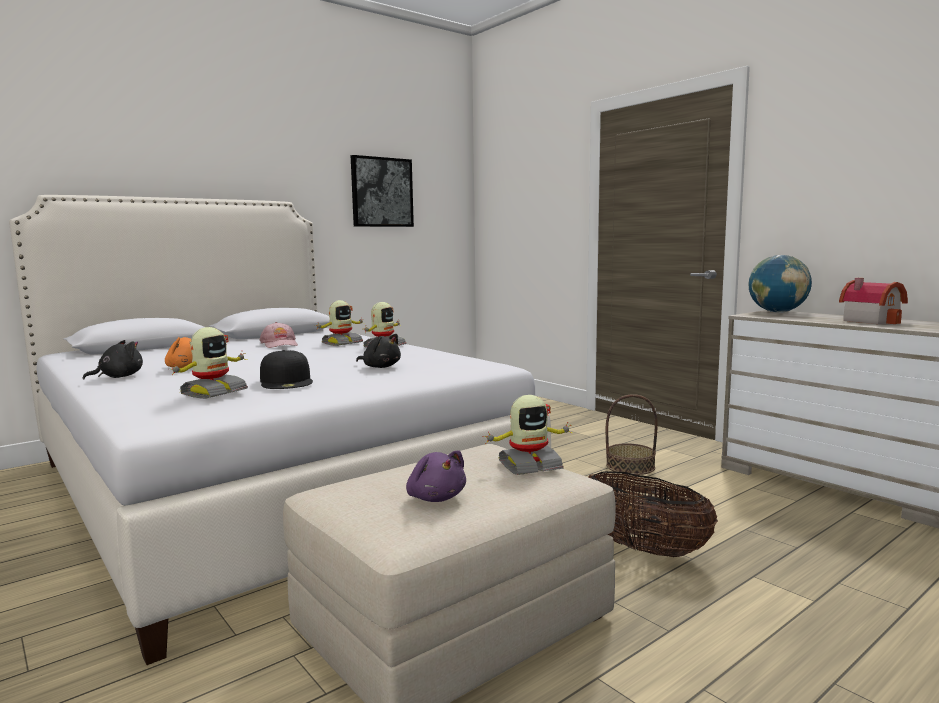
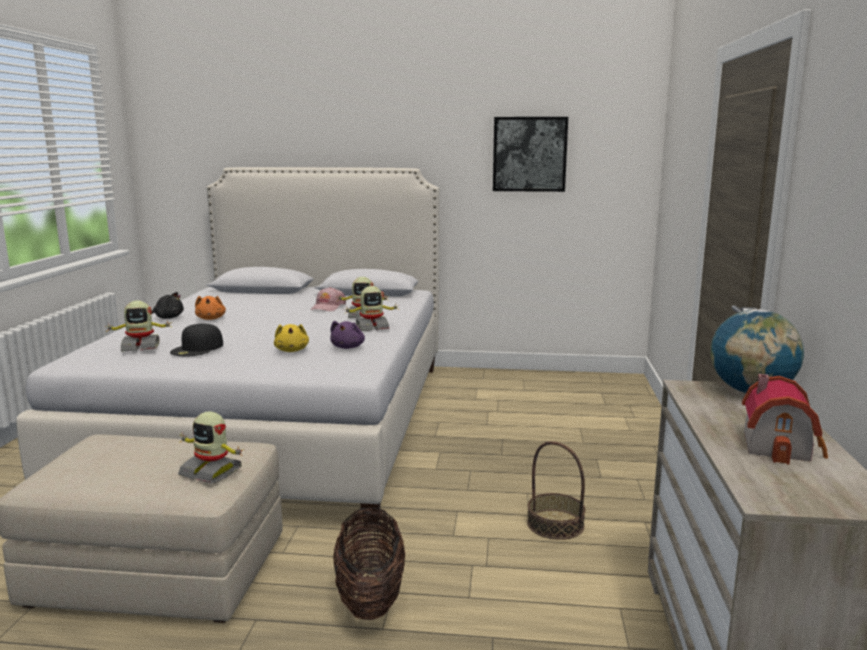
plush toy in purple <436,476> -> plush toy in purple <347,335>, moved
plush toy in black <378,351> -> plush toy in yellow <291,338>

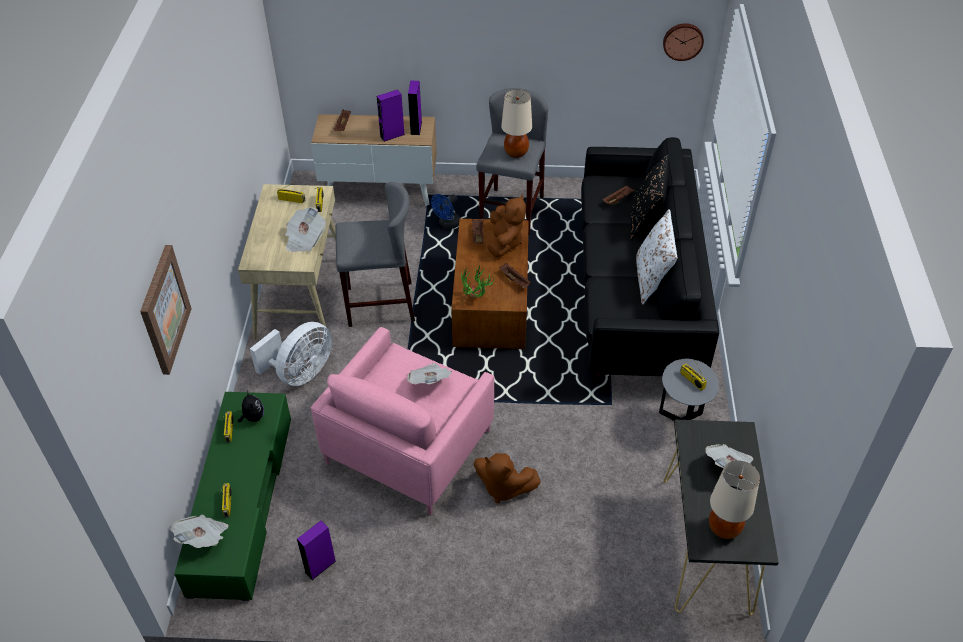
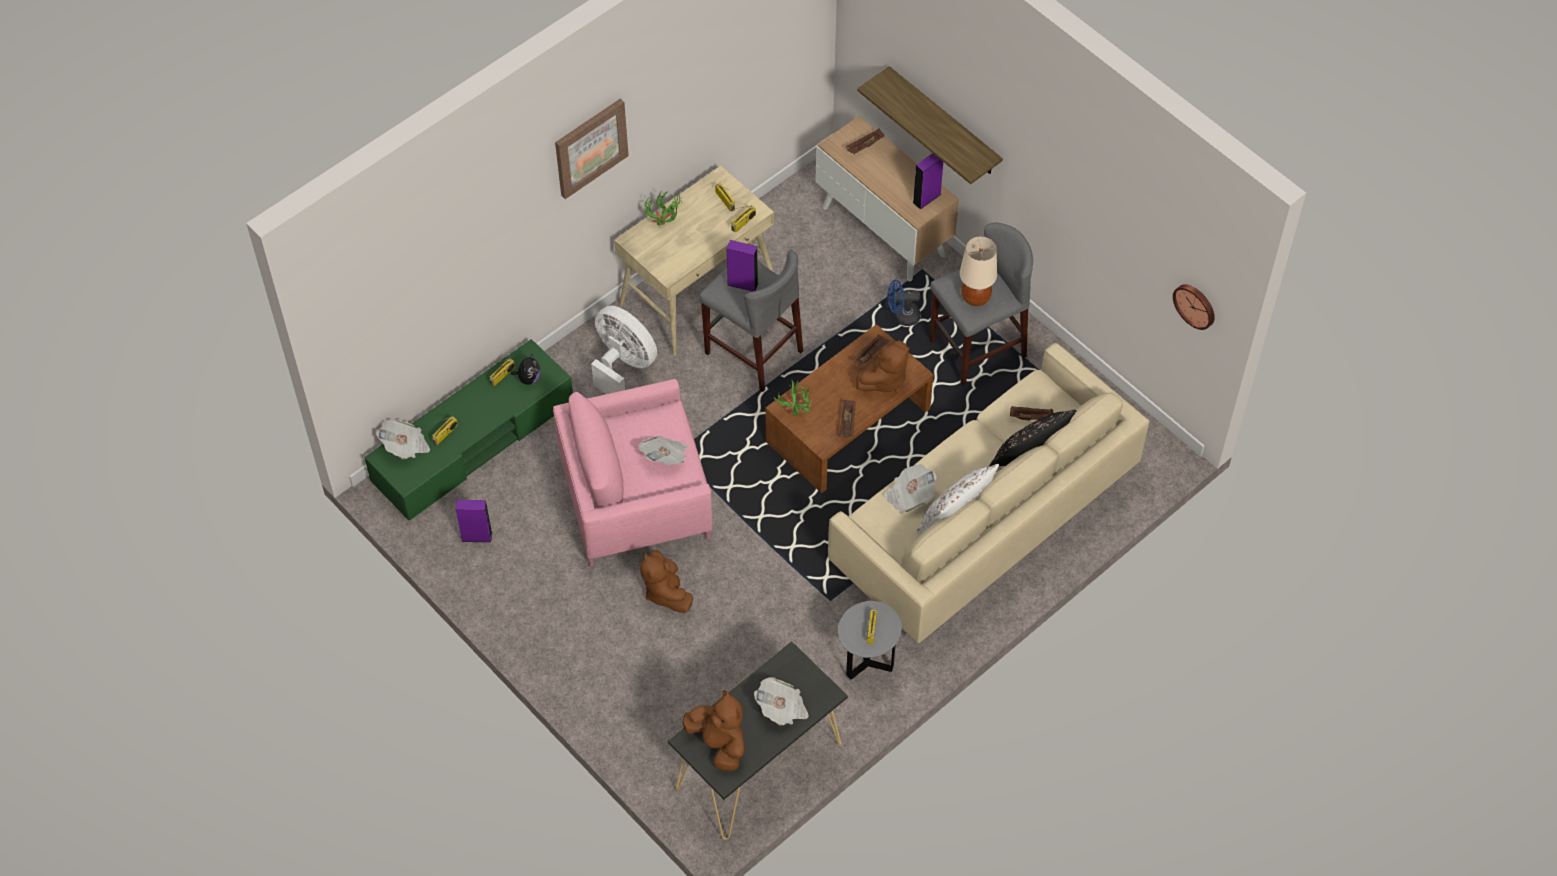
none -> potted plant <663,208>
none -> shelf <930,125>
picture <166,310> -> picture <592,149>, moved
newspaper <305,229> -> newspaper <910,489>, moved
speaker in purple <391,116> -> speaker in purple <742,266>, moved
table lamp in beige <734,499> -> plush toy in brown <713,730>
sofa in black <650,256> -> sofa in beige <988,493>
fan in white <291,354> -> fan in white <624,349>, 135 degrees counterclockwise

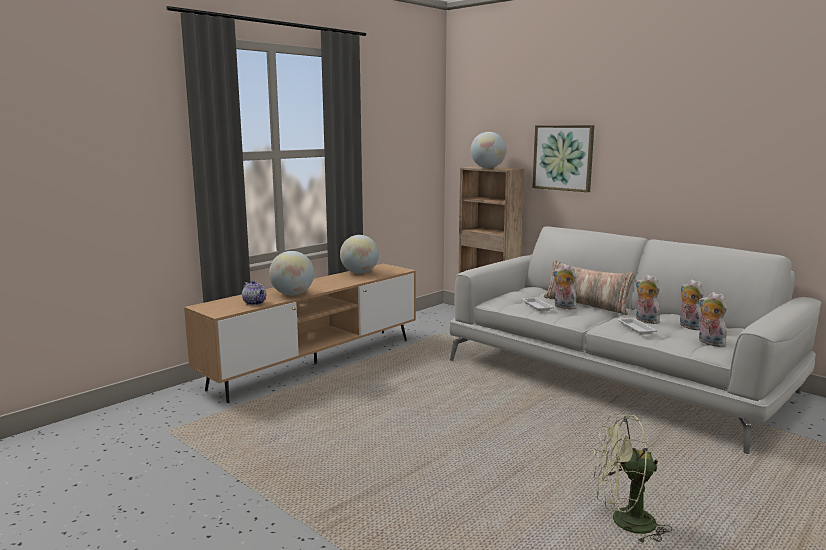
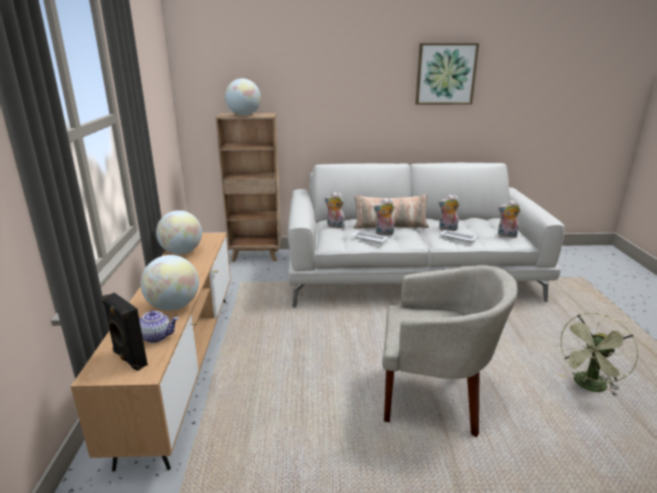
none -> speaker in black <125,331>
none -> armchair in beige <449,351>
picture <563,158> -> picture <447,74>, moved
plush toy <691,304> -> plush toy <335,210>, moved

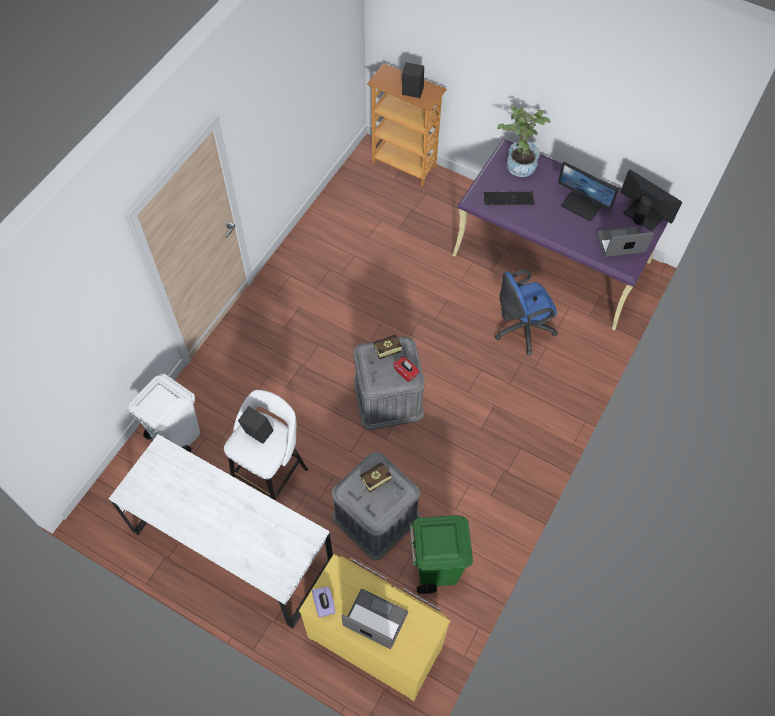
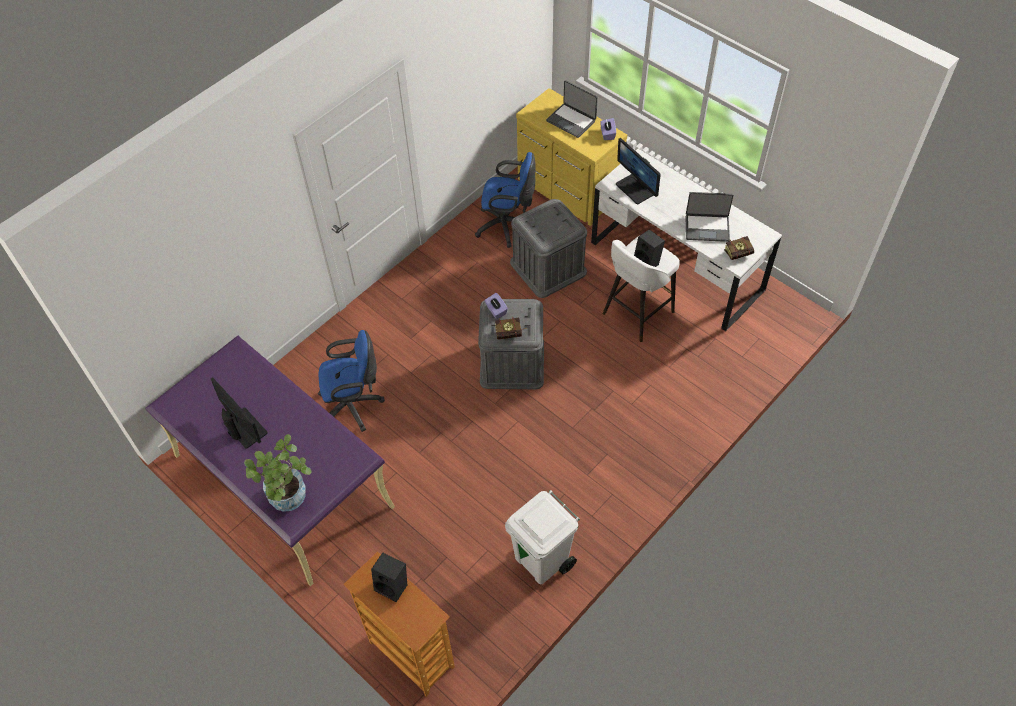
keyboard <509,199> -> none
trash can in white <163,413> -> trash can in white <542,537>, moved
book <375,478> -> book <739,248>, moved
laptop <625,241> -> laptop <710,217>, moved
monitor <651,200> -> monitor <638,171>, moved
trash can in green <441,554> -> office chair in blue <505,200>
tissue box in red <406,369> -> tissue box in purple <496,306>

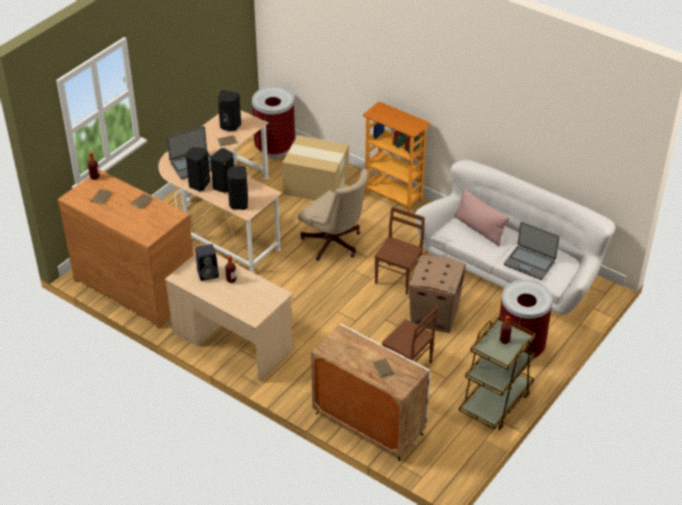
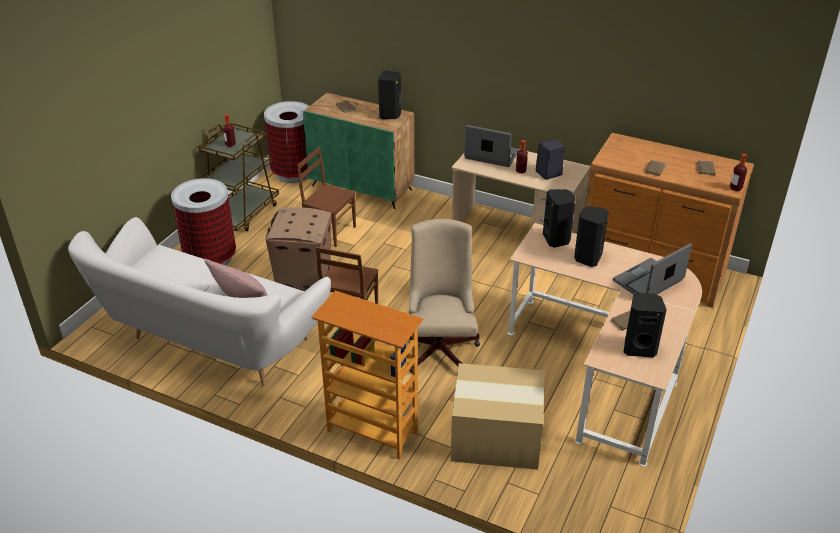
speaker in black <198,169> -> speaker in black <389,94>, moved
trash can <273,122> -> trash can <286,142>, moved
laptop <531,251> -> laptop <491,146>, moved
cabinet in white <370,392> -> cabinet in green <359,151>
office chair in beige <333,215> -> office chair in beige <444,296>, 60 degrees clockwise

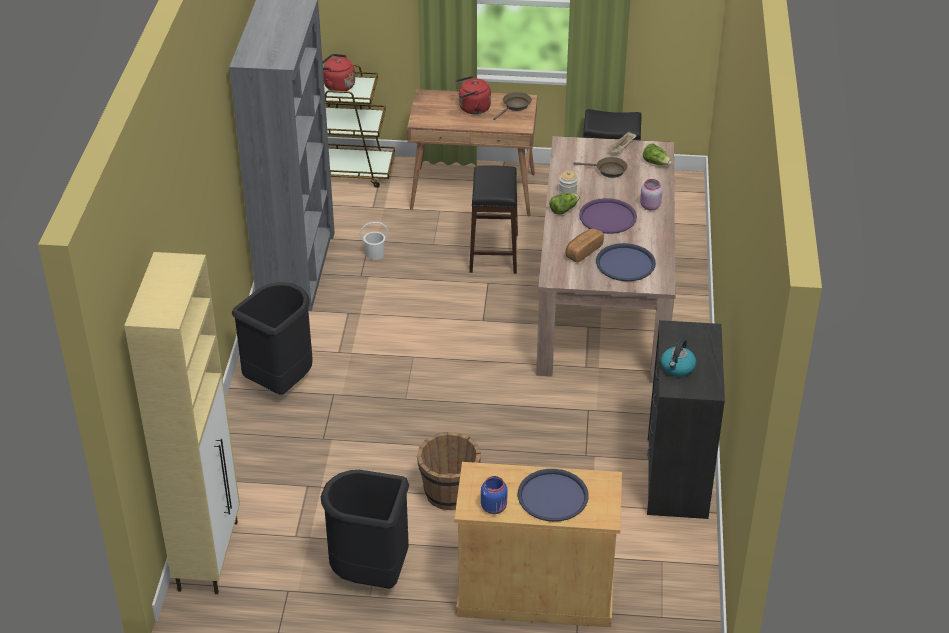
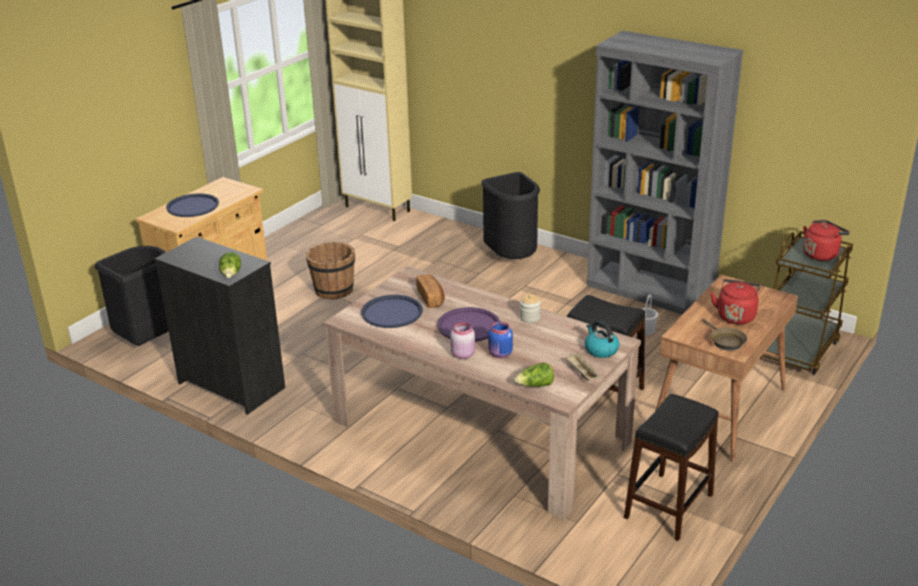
frying pan in brown <601,167> -> none
trash can in black <365,529> -> trash can in black <132,296>, moved
jar in blue <494,495> -> jar in blue <500,340>, moved
lettuce <564,204> -> lettuce <230,265>, moved
kettle <678,358> -> kettle <602,339>, moved

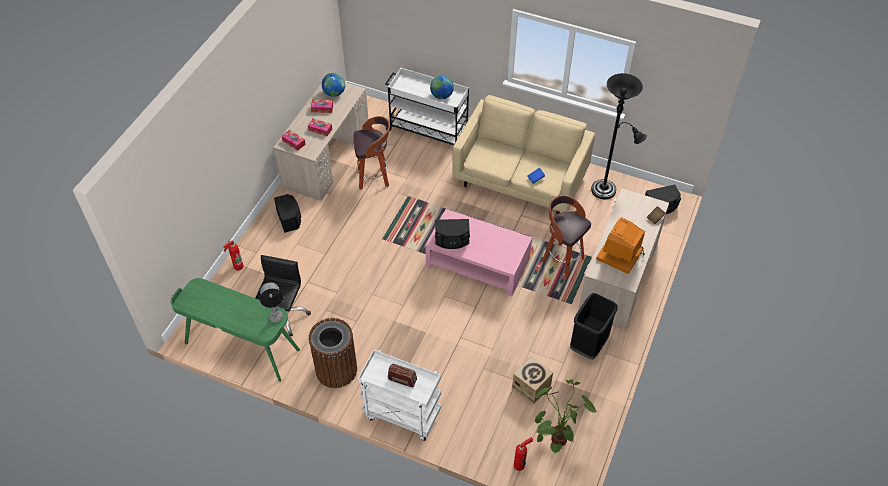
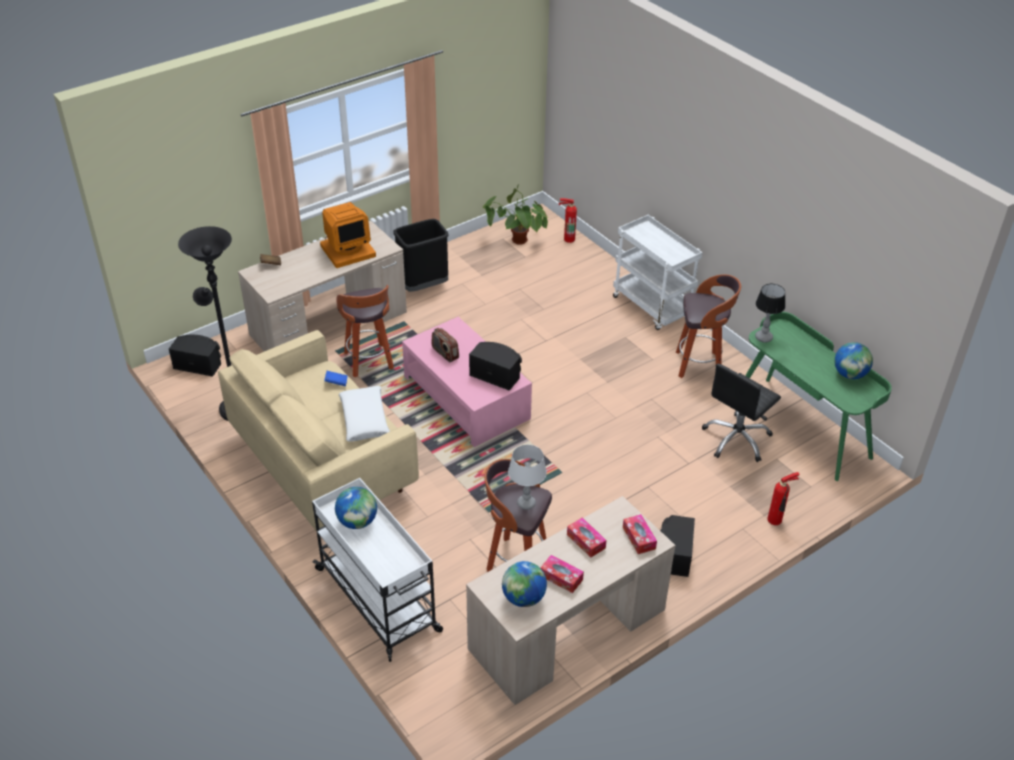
cardboard box <532,380> -> none
none -> pillow in white <364,413>
none -> table lamp in grey <527,477>
none -> globe <853,360>
radio <402,375> -> radio <445,345>, moved
trash can in brown <333,353> -> stool <708,326>

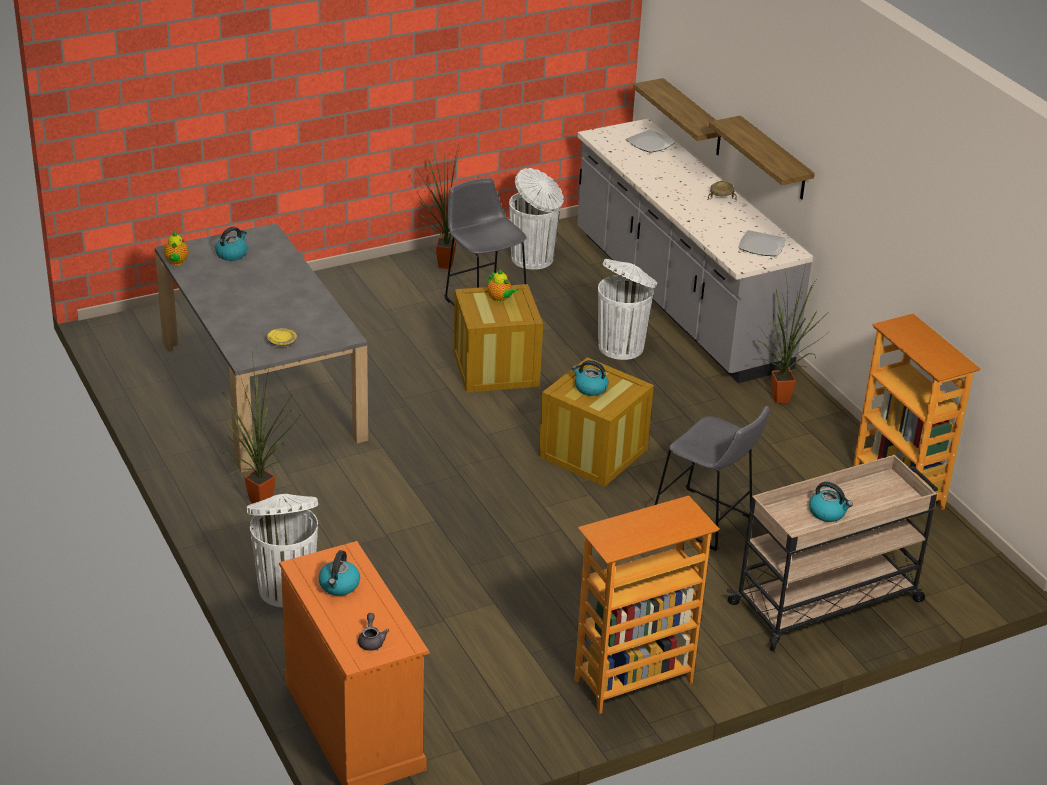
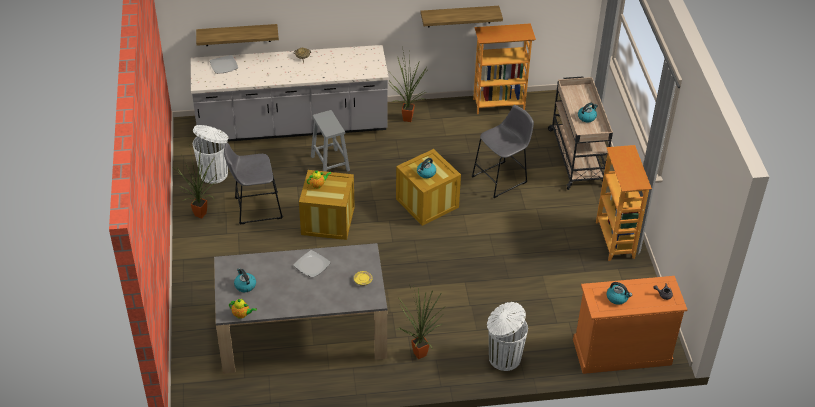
shelf <762,158> -> shelf <462,17>, moved
plate <762,243> -> plate <312,264>, moved
trash can in white <627,309> -> stool in grey <330,141>

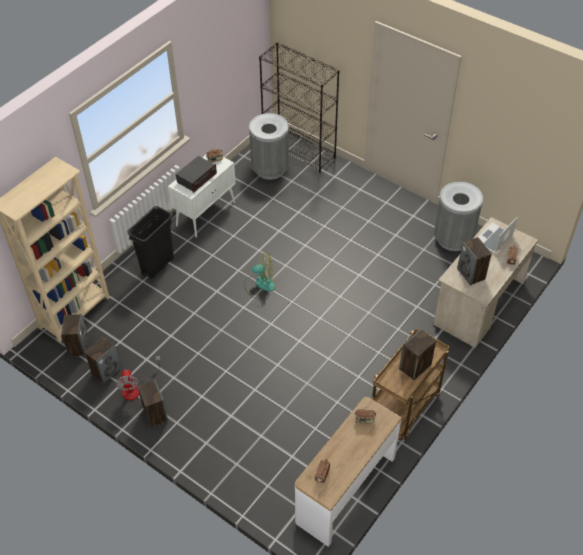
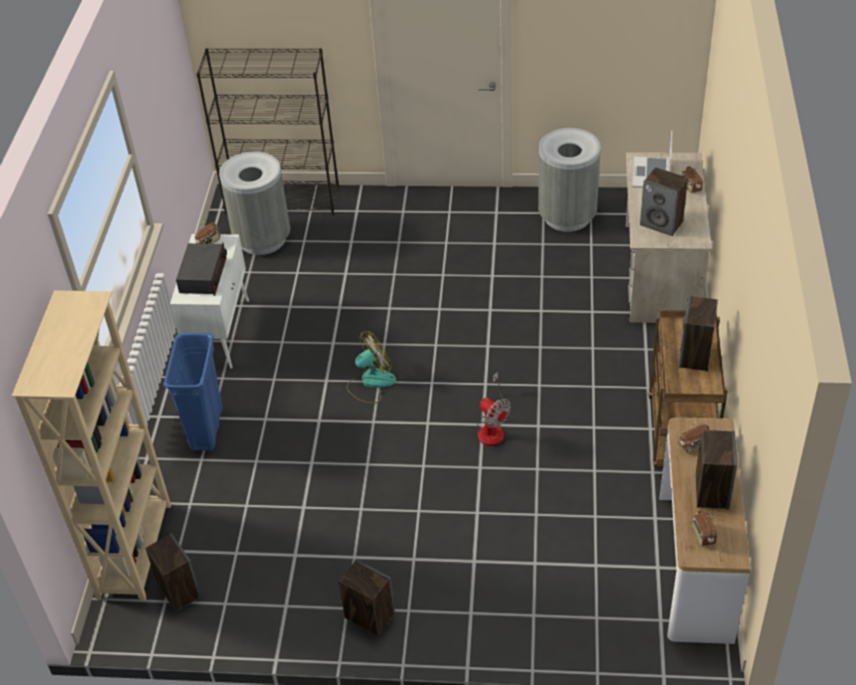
speaker <103,360> -> speaker <716,470>, moved
fan <138,378> -> fan <494,409>, moved
trash can in black <150,242> -> trash can in blue <193,392>

